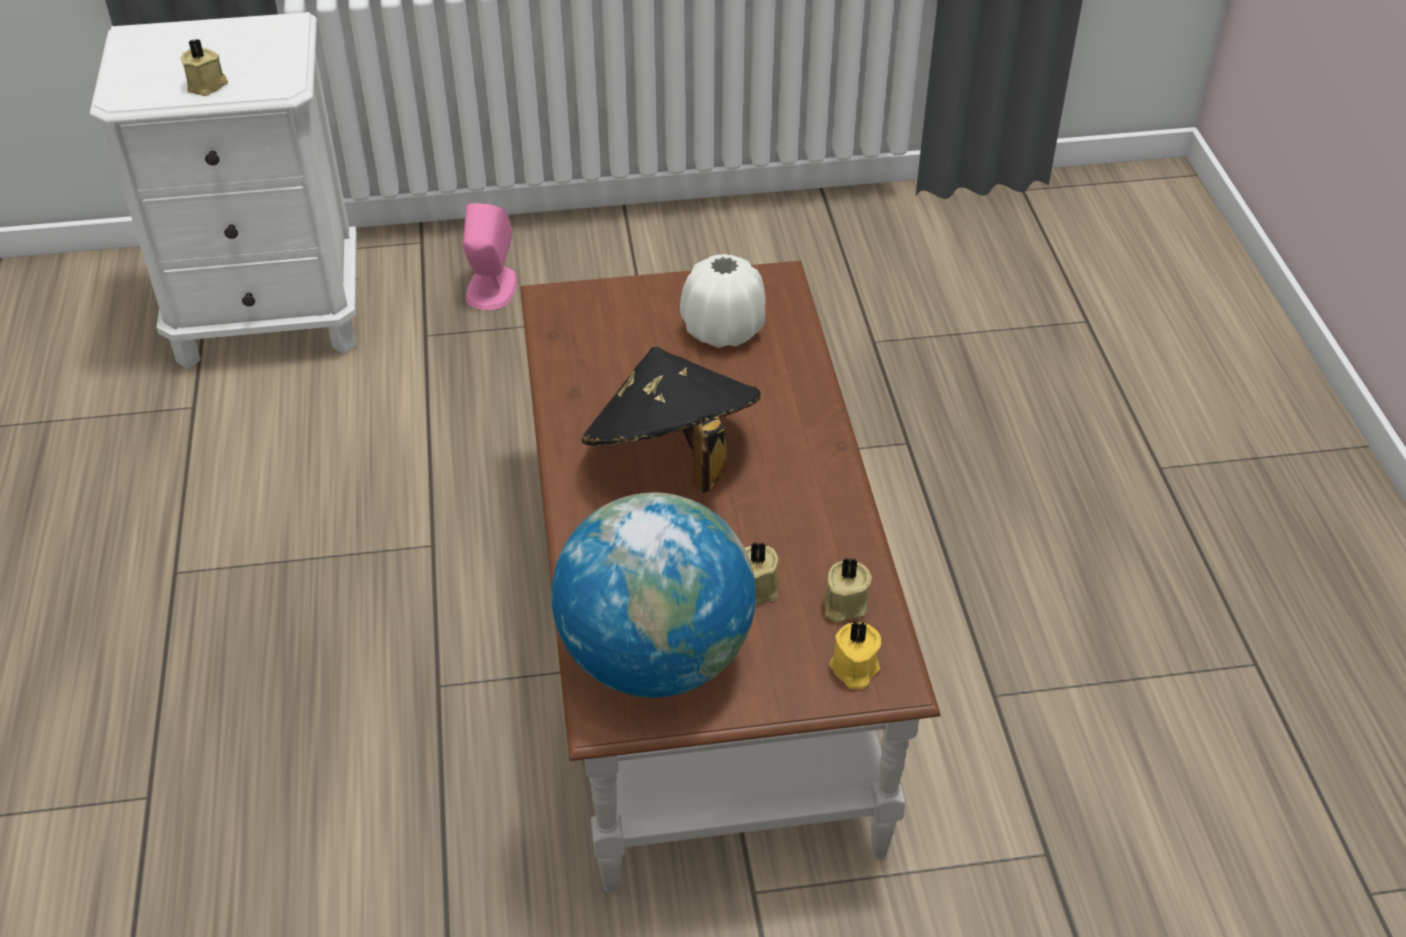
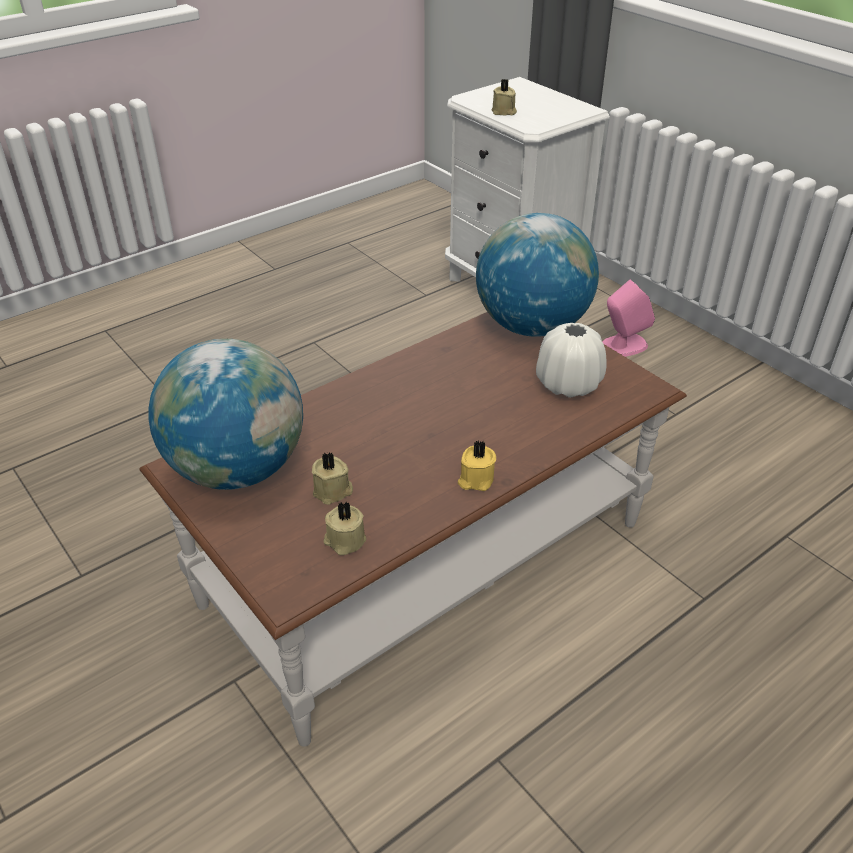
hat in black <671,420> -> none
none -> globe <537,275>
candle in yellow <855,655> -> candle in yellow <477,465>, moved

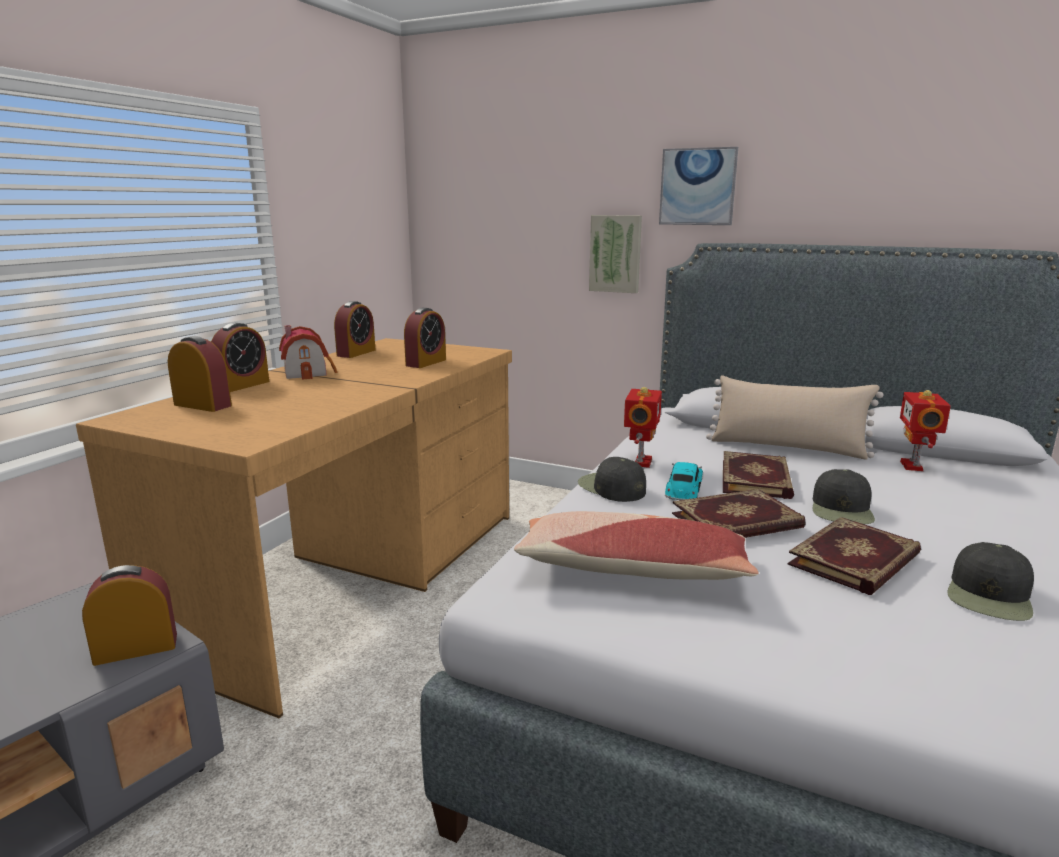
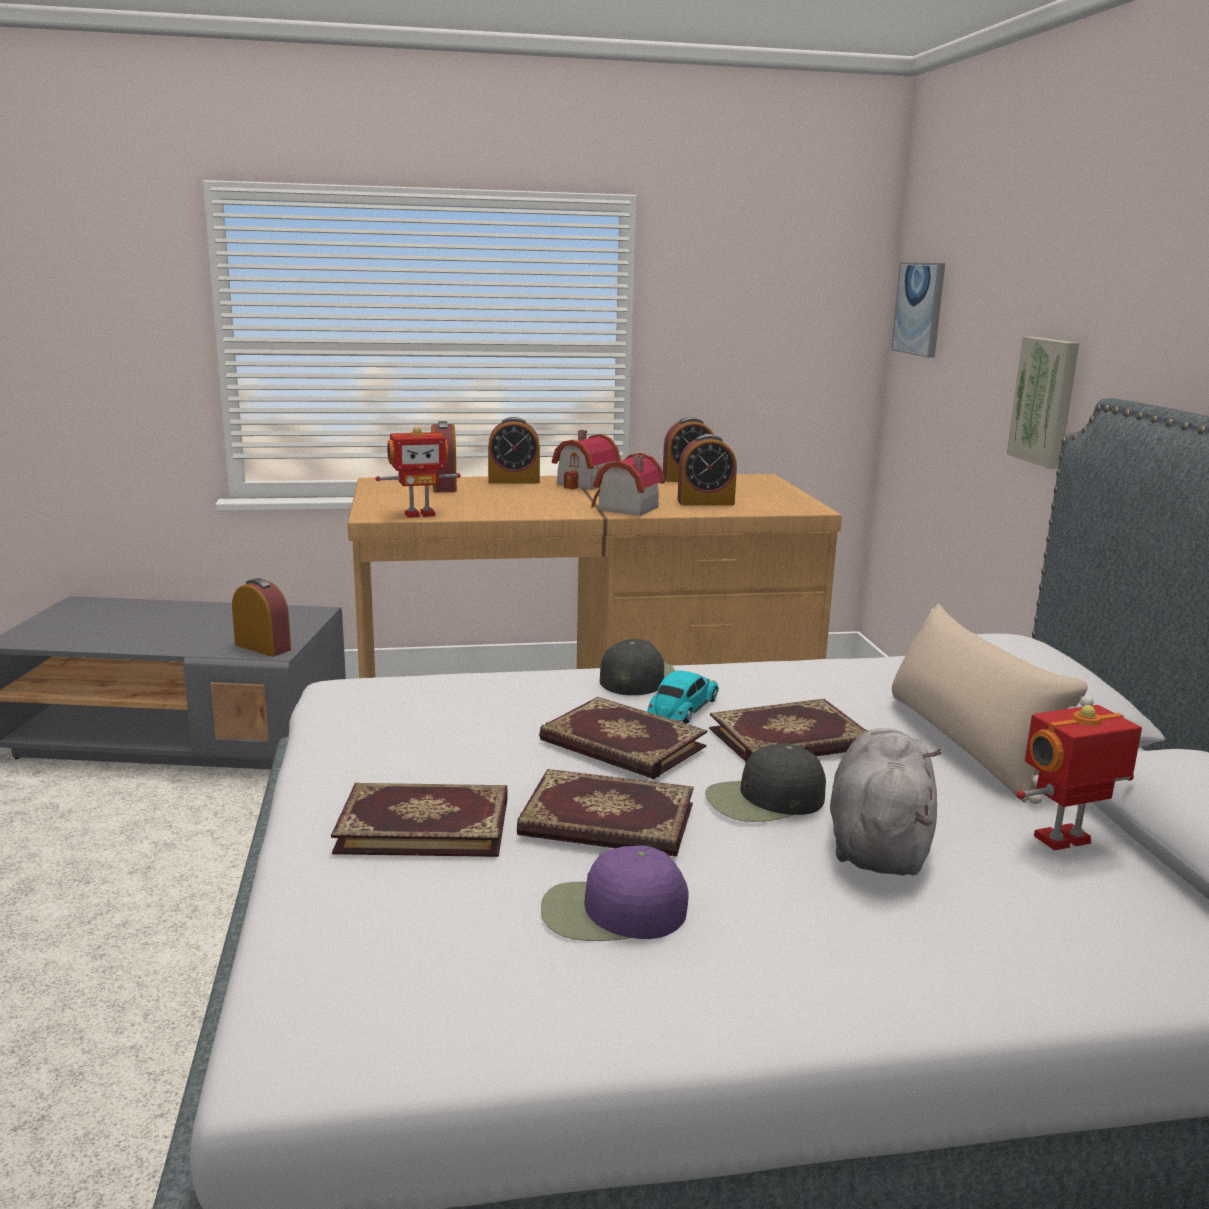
pillow <636,545> -> none
none -> book <419,820>
none -> toy house <628,484>
none -> plush toy in grey <885,802>
toy robot <643,427> -> toy robot <418,472>, moved
picture <698,186> -> picture <918,310>, moved
cap in black <990,581> -> cap in purple <615,893>
toy car <684,481> -> toy car <683,697>, 45 degrees counterclockwise

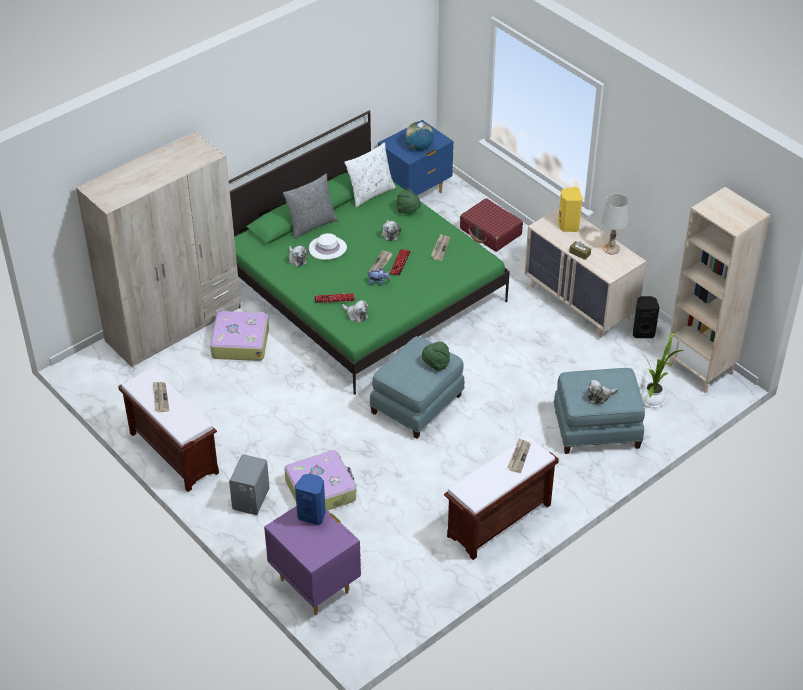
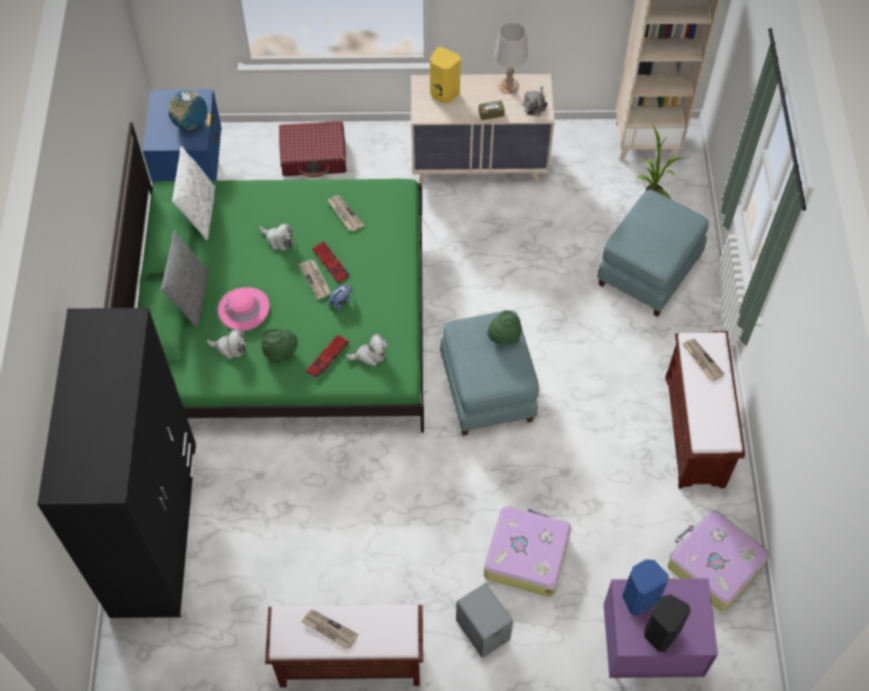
suitcase <239,335> -> suitcase <718,560>, moved
hat in green <408,200> -> hat in green <280,345>, moved
plush toy <603,392> -> plush toy <535,101>, moved
speaker in black <646,317> -> speaker in black <667,623>, moved
wardrobe in beige <158,249> -> wardrobe in black <116,463>
hat in white <328,246> -> hat in pink <244,309>

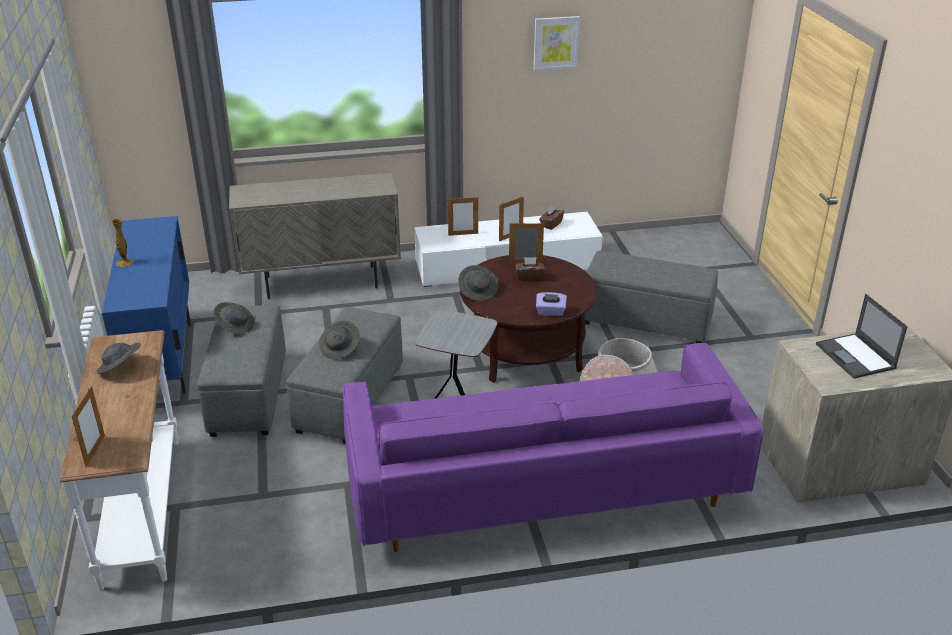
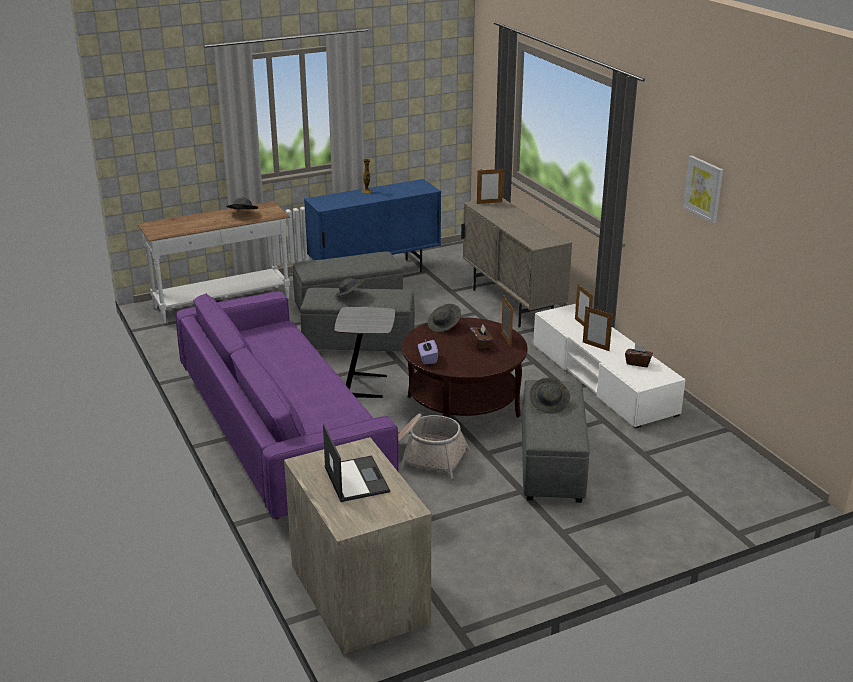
picture frame <88,426> -> picture frame <490,186>, moved
hat in grey <234,318> -> hat in grey <549,396>, moved
laptop <862,336> -> laptop <356,463>, 105 degrees clockwise

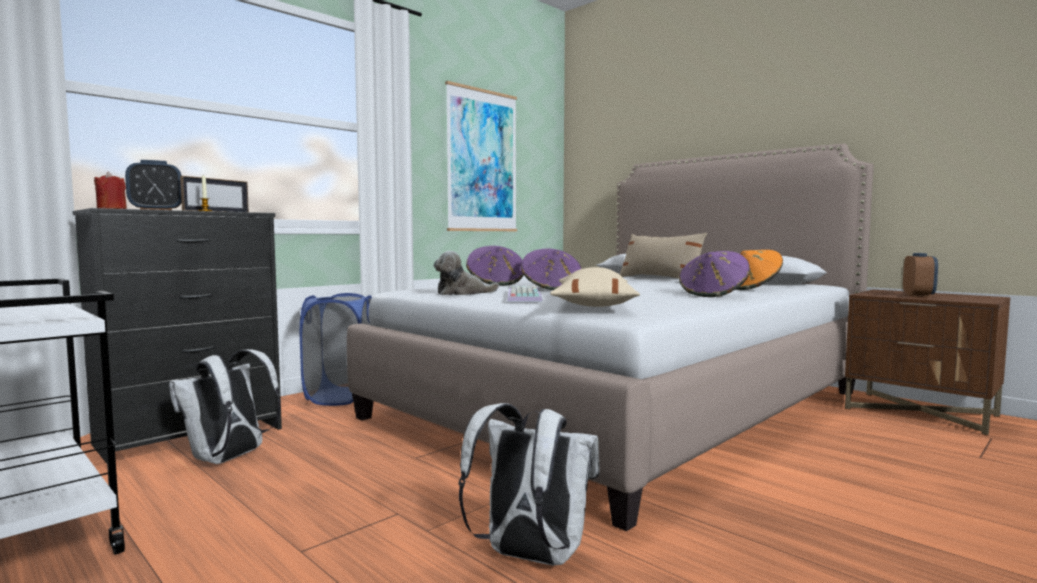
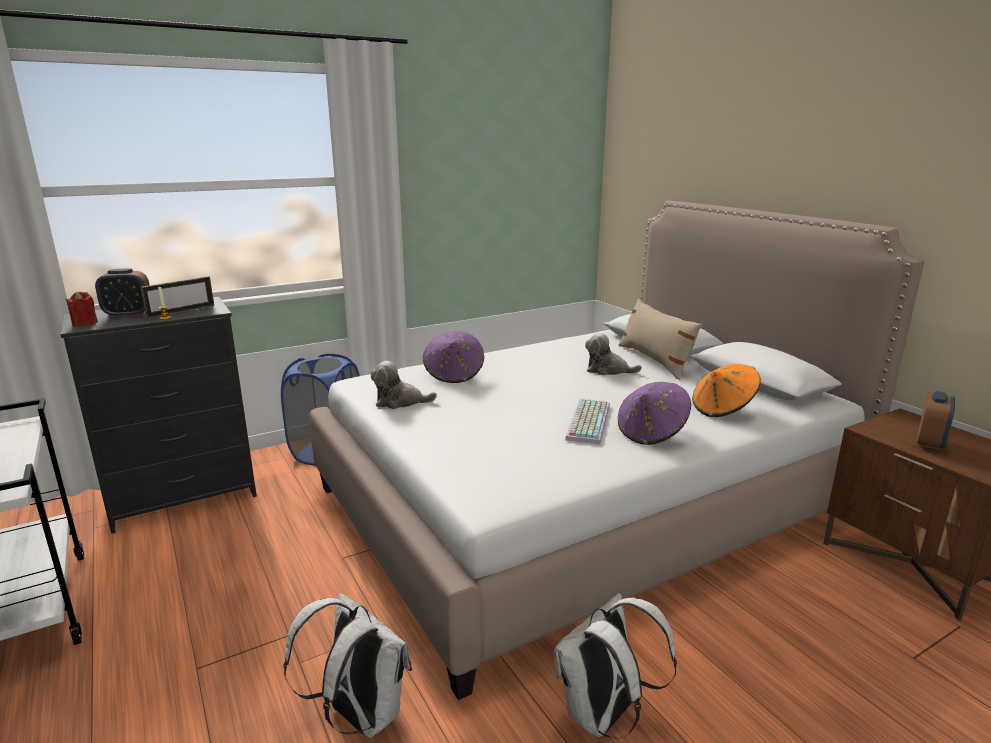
picture <481,156> -> none
hat in purple <551,269> -> none
pillow in beige <595,287> -> none
none -> plush toy <613,354>
backpack in white <225,406> -> backpack in white <615,666>, moved
keyboard <525,293> -> keyboard <587,421>, moved

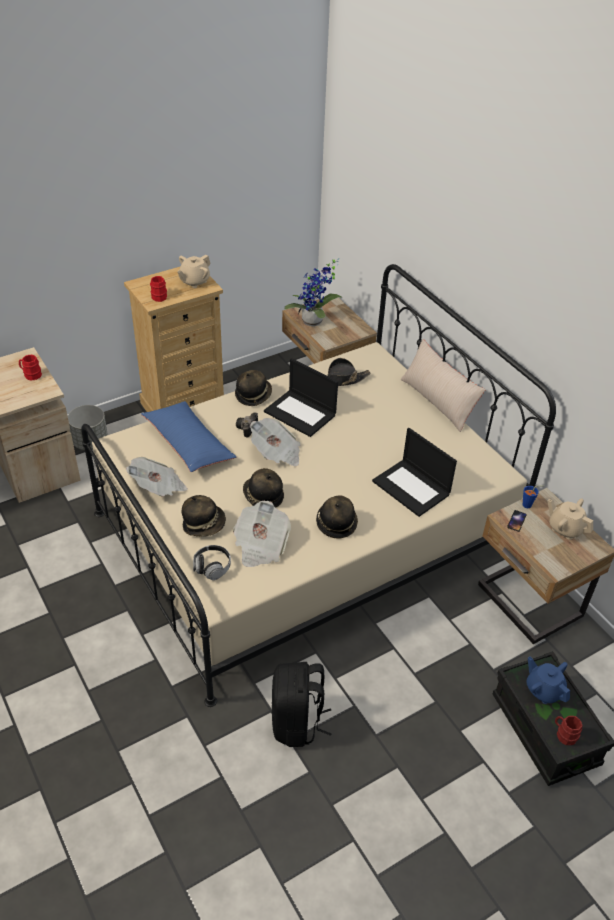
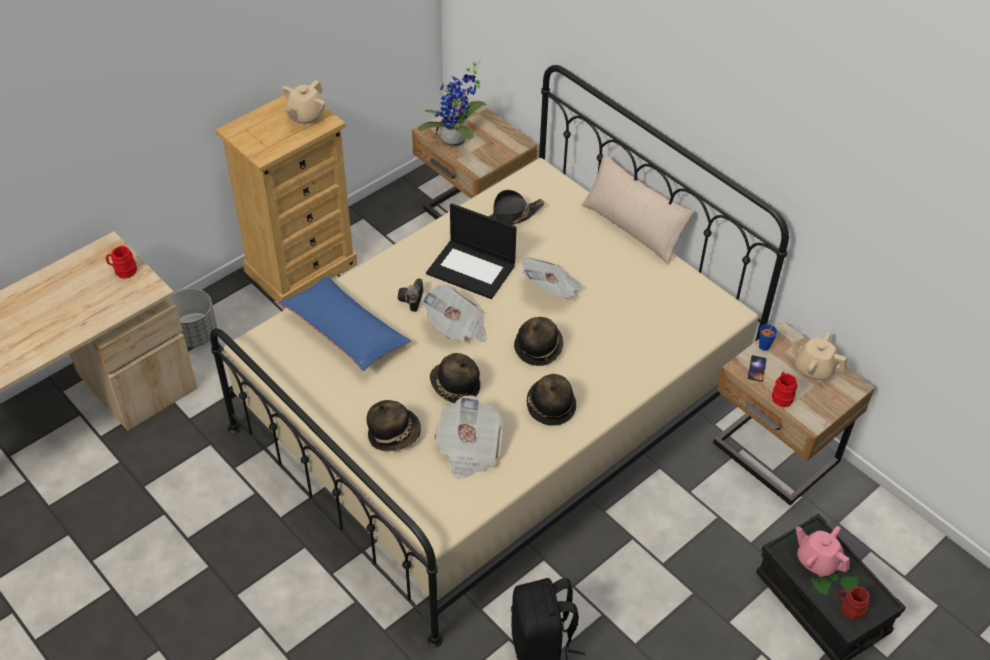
headphones <212,562> -> none
laptop <414,472> -> none
newspaper <157,476> -> newspaper <553,278>, moved
mug in red <158,289> -> mug in red <784,389>, moved
hat <253,388> -> hat <538,341>, moved
teapot in blue <548,680> -> teapot in pink <823,551>

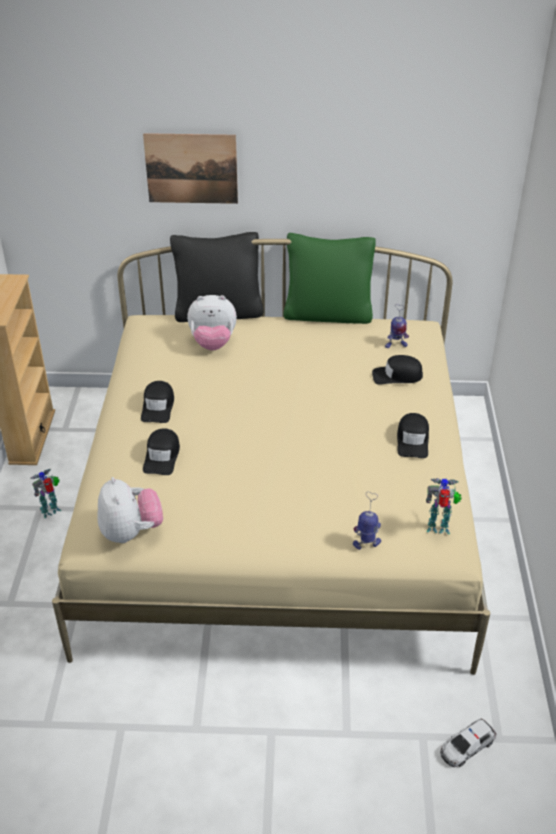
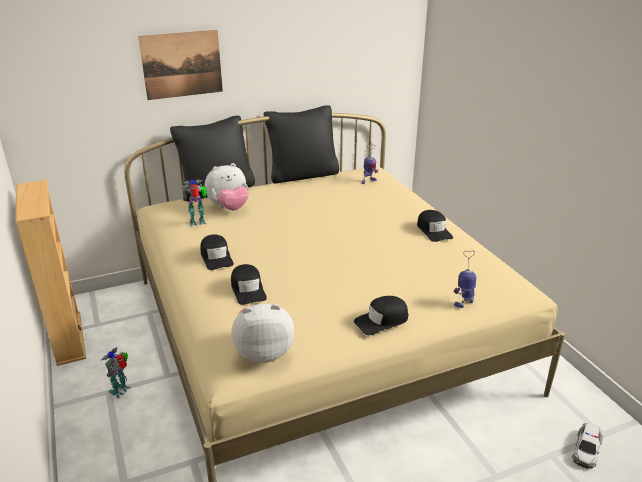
cap in black <397,370> -> cap in black <381,316>, moved
toy robot <444,506> -> toy robot <194,202>, moved
pillow in green <329,278> -> pillow in black <301,144>
plush toy <130,510> -> plush toy <262,333>, 60 degrees counterclockwise

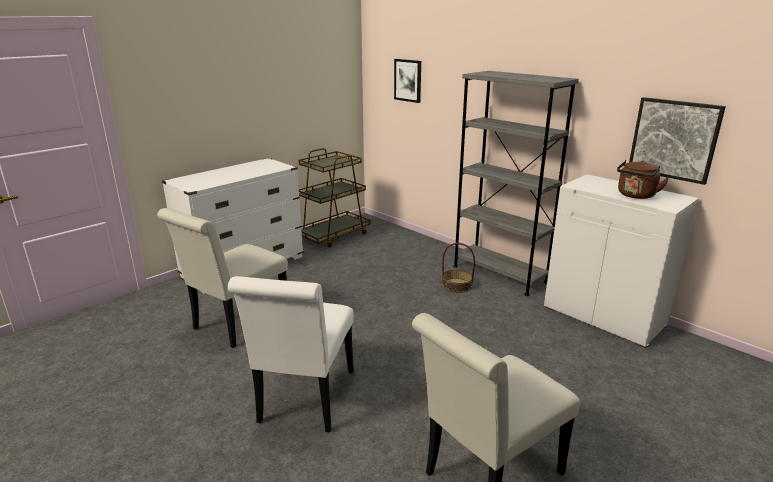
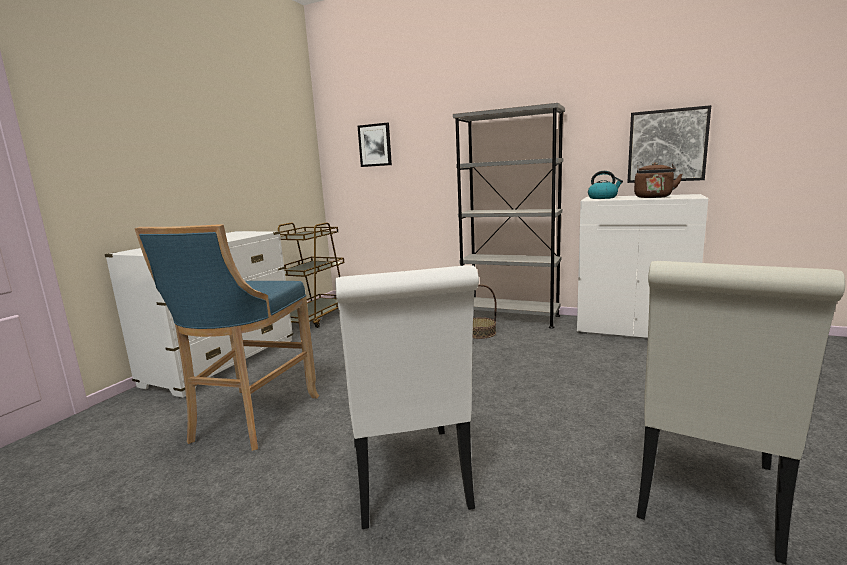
none -> kettle <605,185>
chair in white <222,278> -> stool in blue <227,337>

